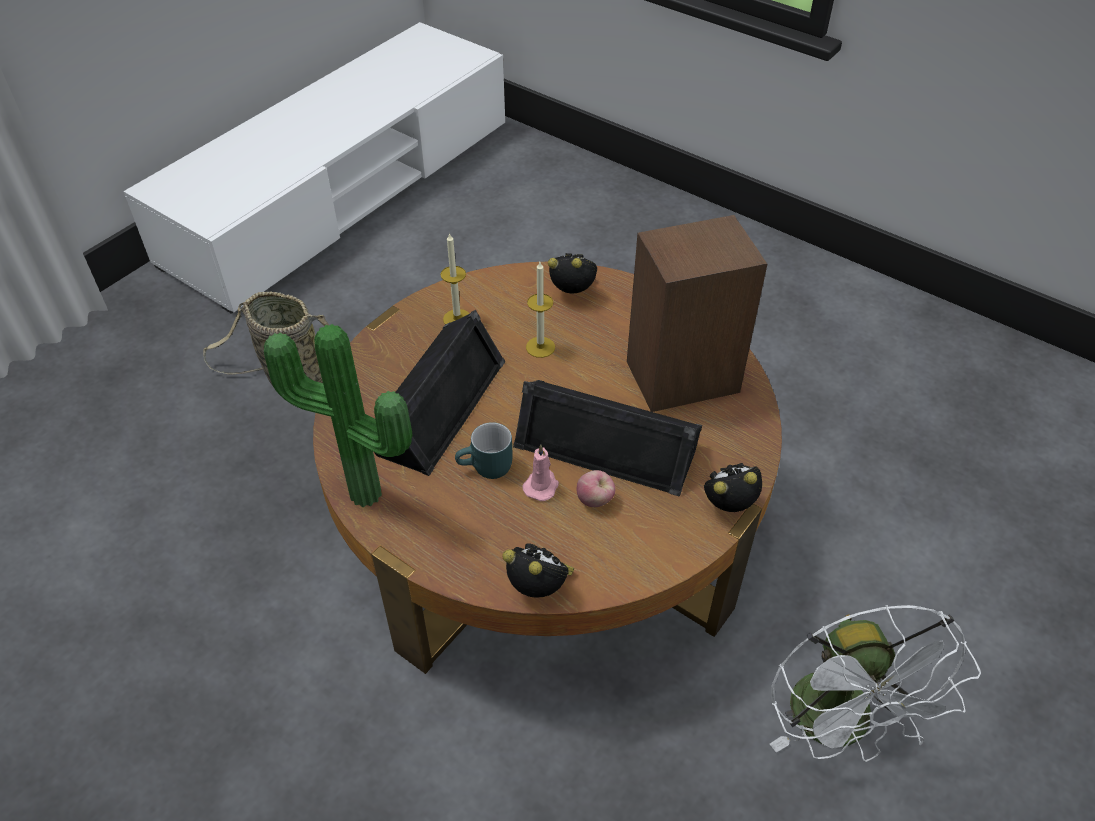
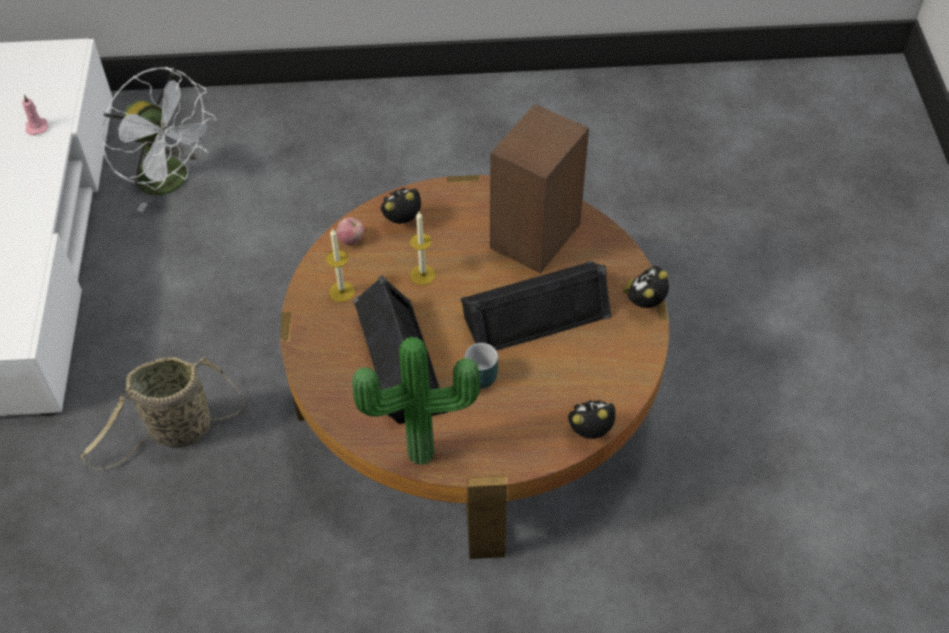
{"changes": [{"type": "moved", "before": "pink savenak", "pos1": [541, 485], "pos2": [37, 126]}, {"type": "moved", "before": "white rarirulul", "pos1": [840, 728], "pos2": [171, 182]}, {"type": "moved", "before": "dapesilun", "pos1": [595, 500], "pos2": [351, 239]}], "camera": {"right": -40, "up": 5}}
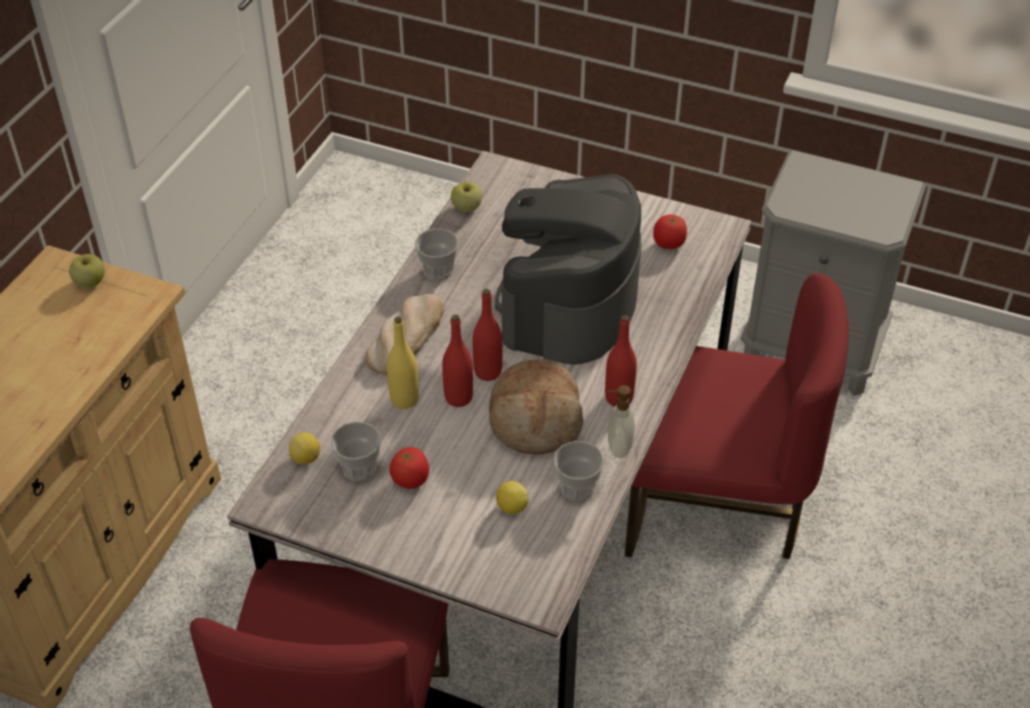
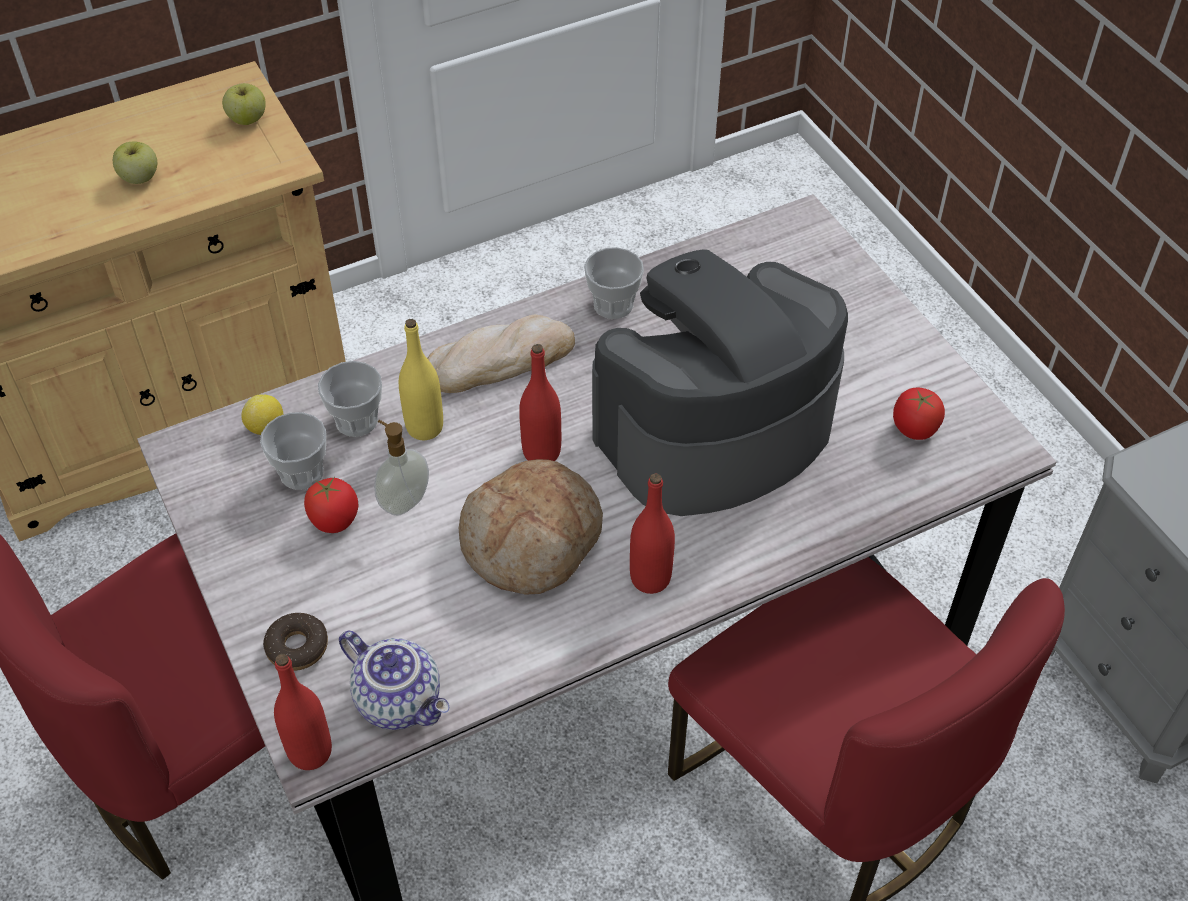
{"changes": [{"type": "moved", "before": "dapesilun", "pos1": [466, 208], "pos2": [139, 178]}, {"type": "added", "after": "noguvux", "pos2": [297, 647]}, {"type": "moved", "before": "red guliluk", "pos1": [458, 397], "pos2": [310, 752]}, {"type": "moved", "before": "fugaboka", "pos1": [577, 488], "pos2": [356, 420]}, {"type": "added", "after": "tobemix", "pos2": [401, 700]}, {"type": "moved", "before": "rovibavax", "pos1": [618, 447], "pos2": [404, 501]}, {"type": "removed", "before": "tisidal", "pos1": [511, 507]}], "camera": {"right": 40, "up": 5}}
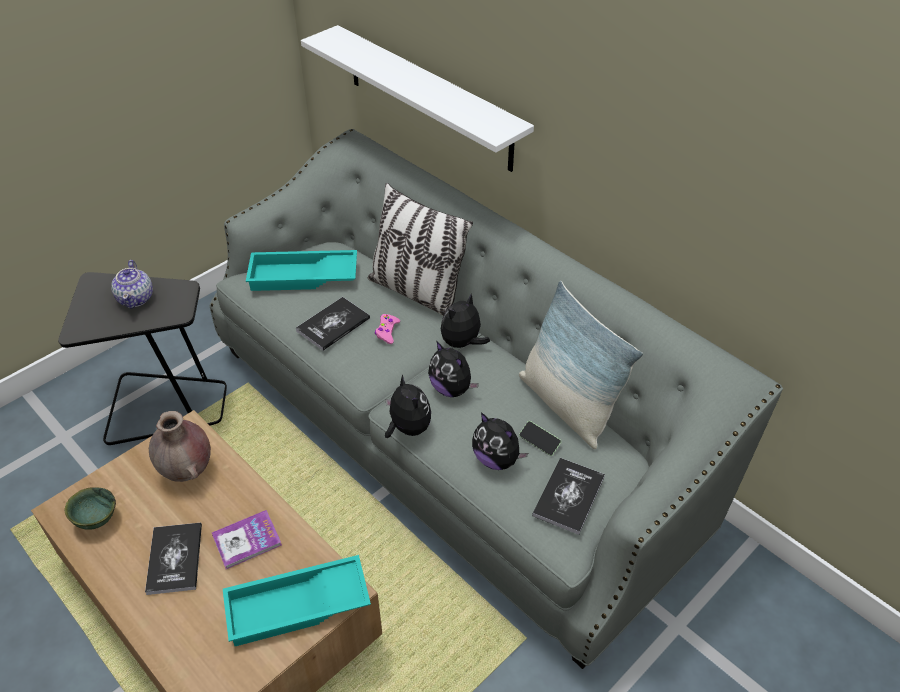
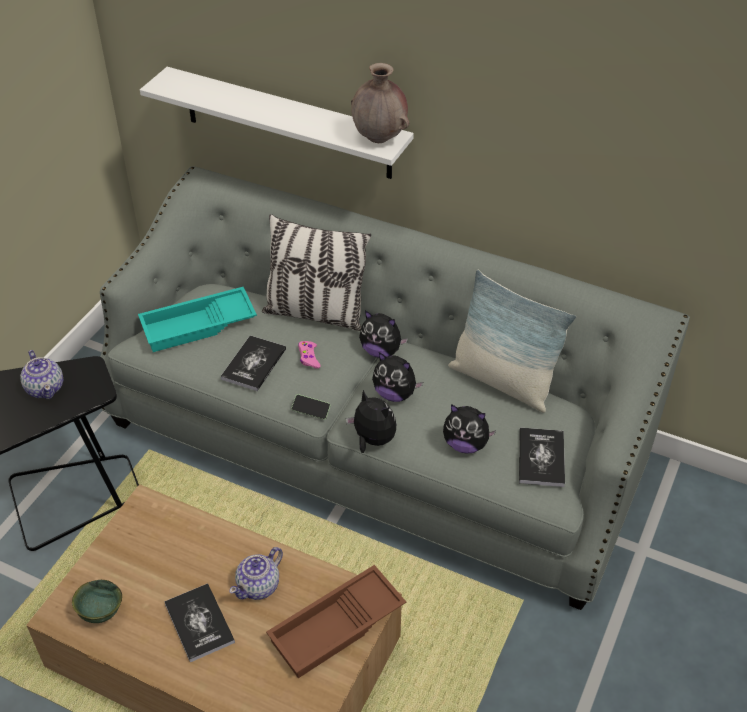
{"changes": [{"type": "replaced", "before": "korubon", "after": "tobemix", "pos1": [247, 540], "pos2": [259, 586]}, {"type": "recoloured", "before": "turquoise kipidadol", "after": "brown kipidadol", "pos1": [297, 608], "pos2": [337, 628]}, {"type": "moved", "before": "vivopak", "pos1": [539, 442], "pos2": [311, 410]}, {"type": "moved", "before": "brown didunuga", "pos1": [188, 471], "pos2": [379, 138]}, {"type": "turned", "before": "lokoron", "pos1": [462, 343], "pos2": [381, 351], "turn": -90}], "camera": {"right": -20, "up": 0}}
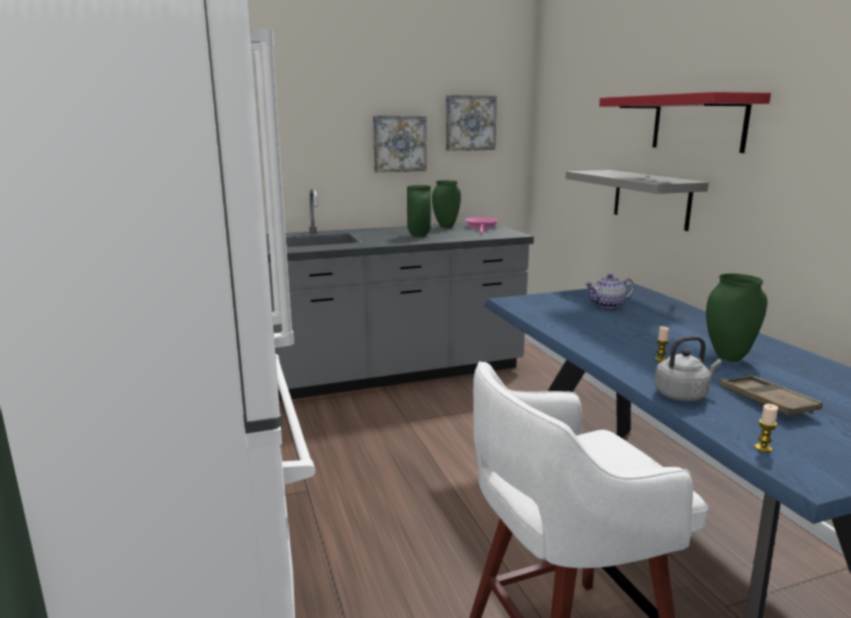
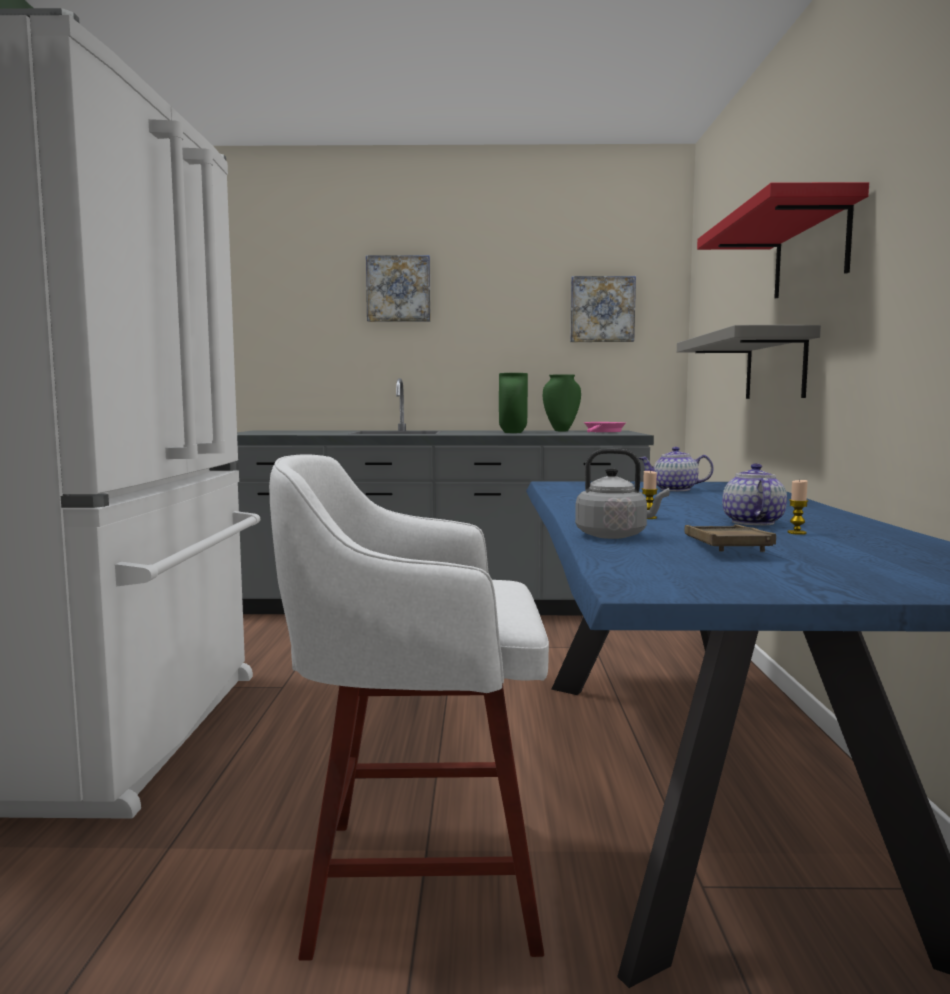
{"changes": [{"type": "moved", "before": "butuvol", "pos1": [399, 143], "pos2": [398, 289]}, {"type": "replaced", "before": "green didunuga", "after": "tobemix", "pos1": [729, 358], "pos2": [751, 522]}, {"type": "moved", "before": "savenak", "pos1": [763, 448], "pos2": [796, 533]}], "camera": {"right": 20, "up": -10}}
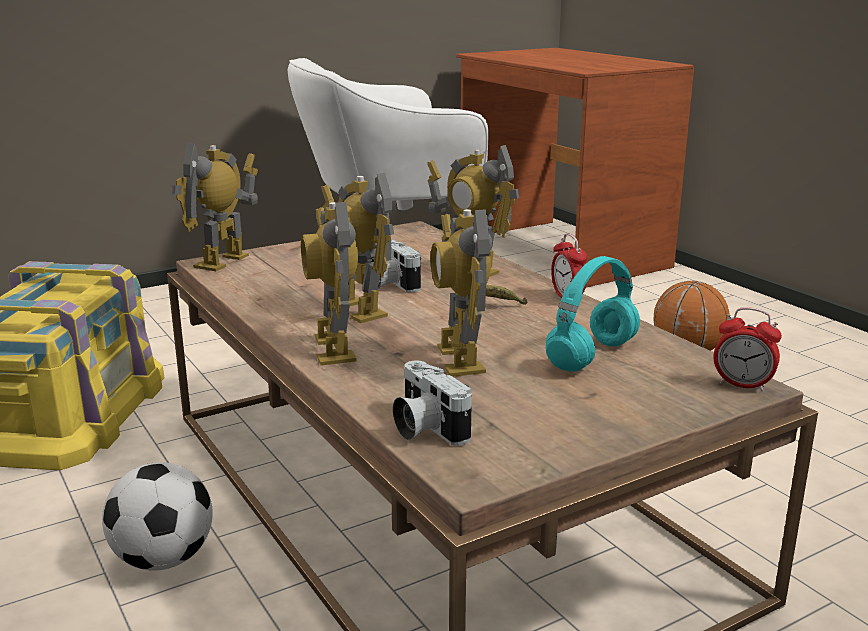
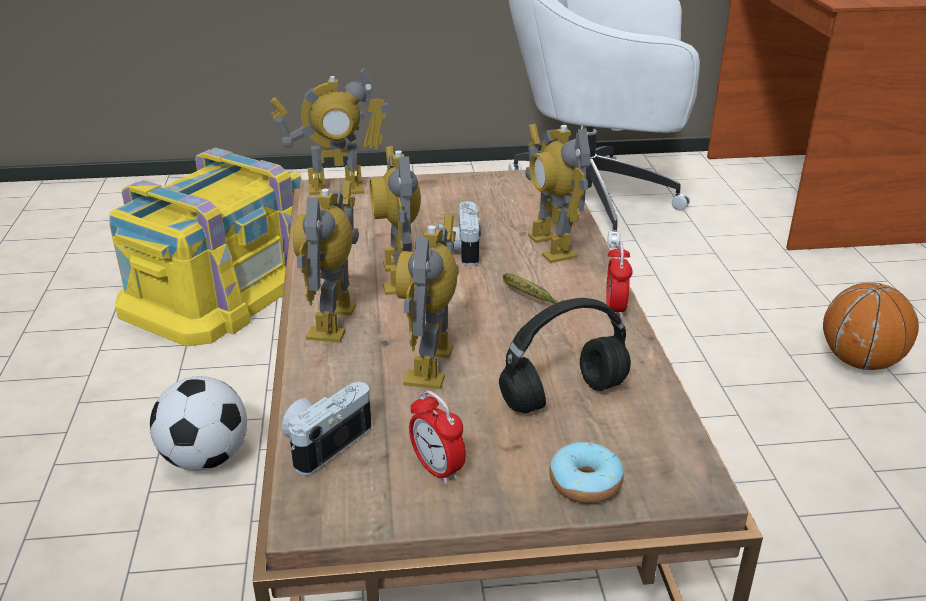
{"changes": [{"type": "turned", "before": "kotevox", "pos1": [223, 262], "pos2": [336, 189], "turn": -150}, {"type": "turned", "before": "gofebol", "pos1": [424, 428], "pos2": [324, 442], "turn": 45}, {"type": "moved", "before": "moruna", "pos1": [742, 385], "pos2": [437, 469]}, {"type": "recoloured", "before": "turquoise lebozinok", "after": "black lebozinok", "pos1": [592, 355], "pos2": [564, 394]}, {"type": "added", "after": "noguvux", "pos2": [585, 483]}], "camera": {"right": 25, "up": 10}}
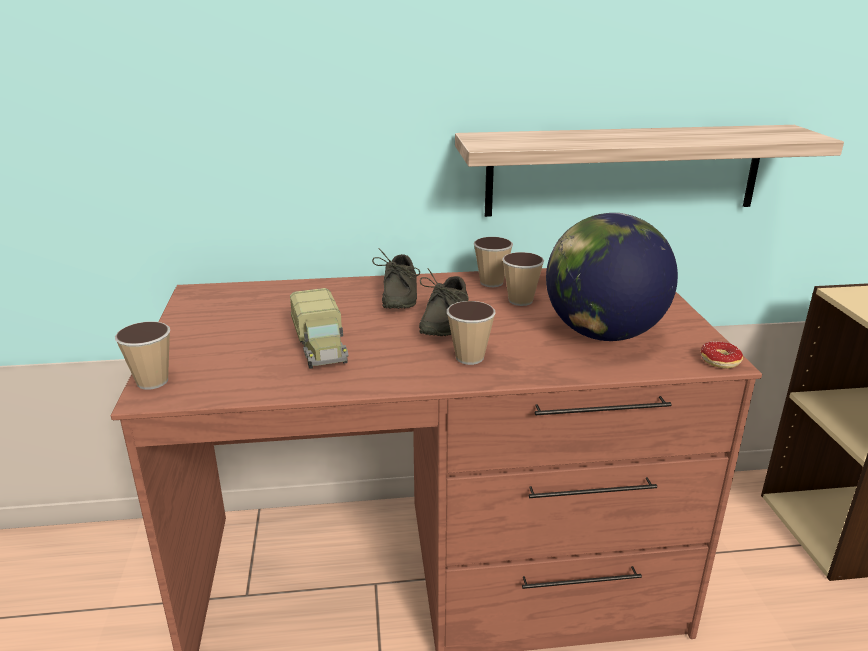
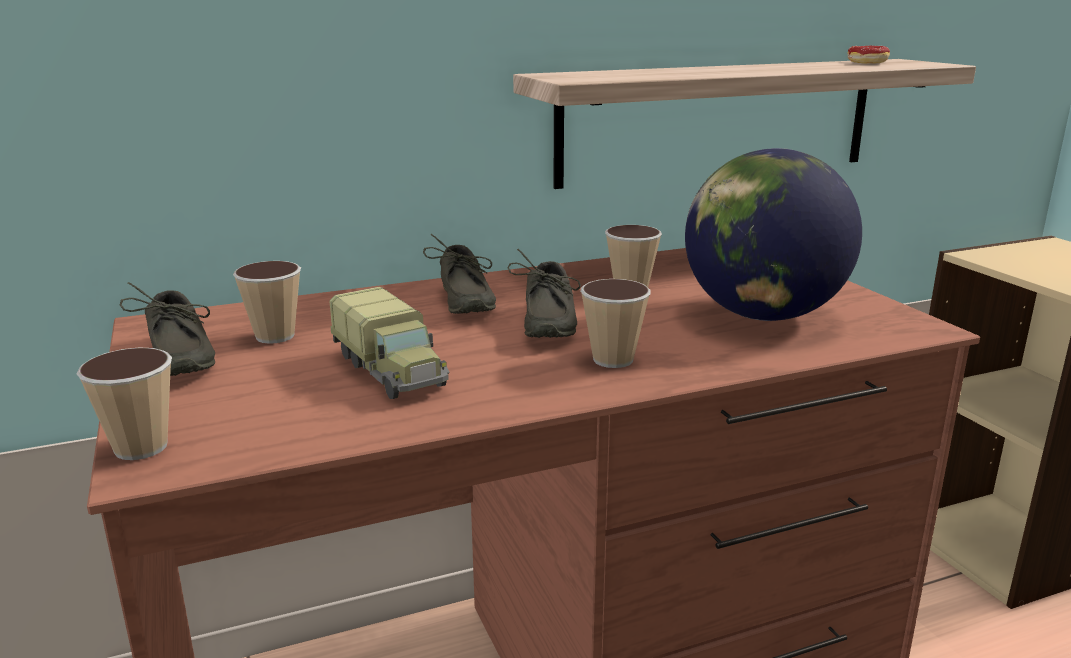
{"changes": [{"type": "added", "after": "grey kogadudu", "pos2": [175, 359]}, {"type": "moved", "before": "fugaboka", "pos1": [491, 282], "pos2": [275, 336]}, {"type": "moved", "before": "noguvux", "pos1": [715, 363], "pos2": [864, 63]}], "camera": {"right": -15, "up": -5}}
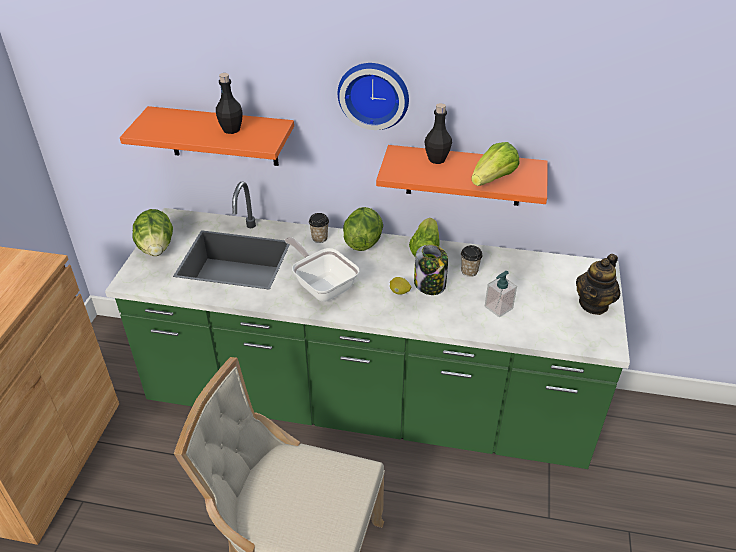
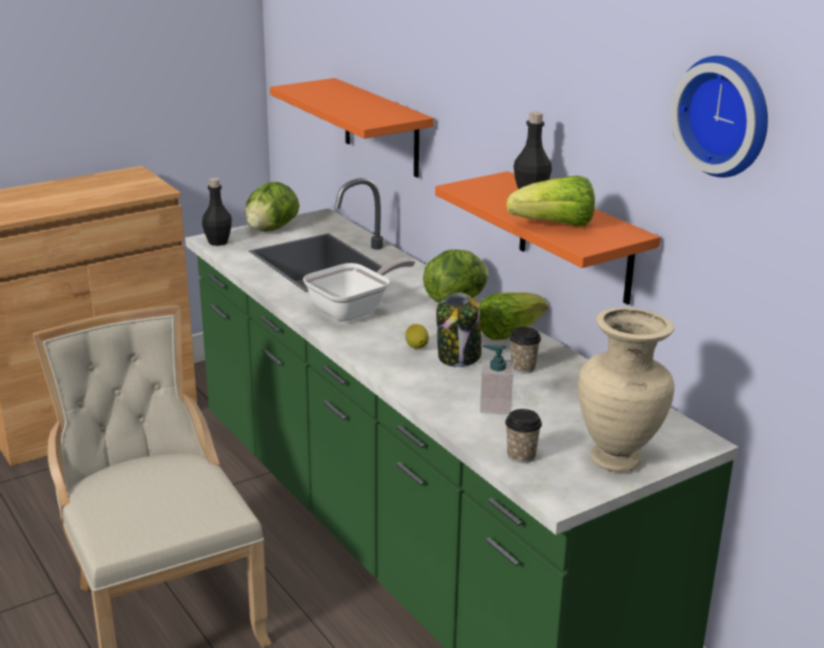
{"changes": [{"type": "moved", "before": "black guliluk", "pos1": [231, 129], "pos2": [218, 242]}, {"type": "turned", "before": "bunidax", "pos1": [322, 286], "pos2": [355, 310], "turn": 45}, {"type": "moved", "before": "fugaboka", "pos1": [319, 238], "pos2": [521, 456]}, {"type": "replaced", "before": "tobemix", "after": "beige didunuga", "pos1": [594, 304], "pos2": [618, 460]}, {"type": "moved", "before": "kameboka", "pos1": [374, 94], "pos2": [726, 115]}], "camera": {"right": 45, "up": -15}}
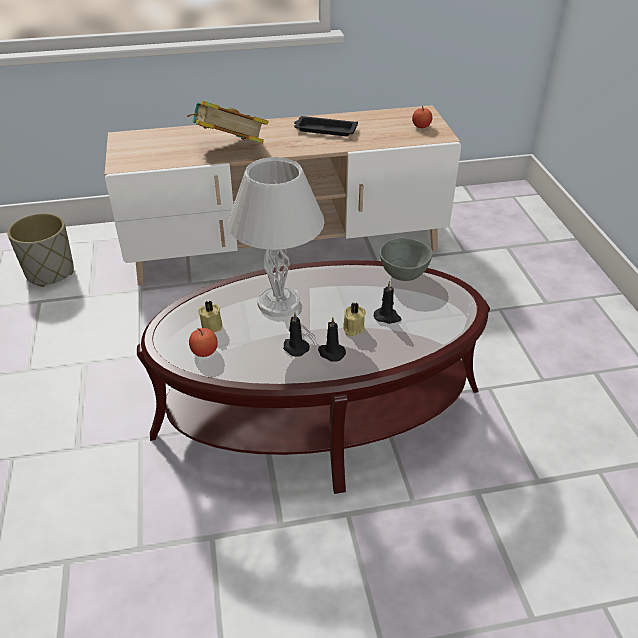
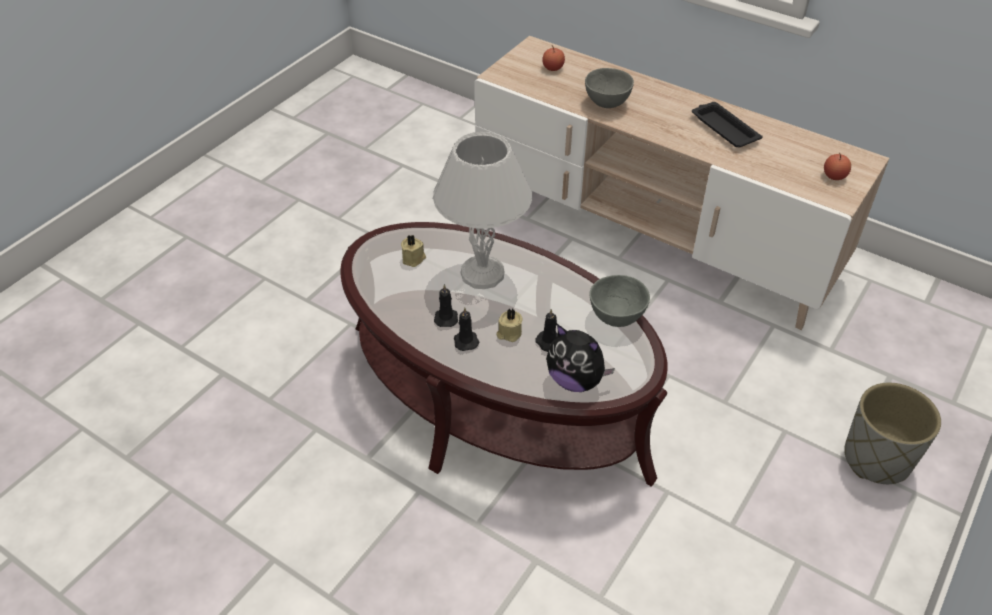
{"changes": [{"type": "moved", "before": "dapesilun", "pos1": [204, 351], "pos2": [553, 68]}, {"type": "added", "after": "lokoron", "pos2": [575, 380]}, {"type": "replaced", "before": "korubon", "after": "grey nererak", "pos1": [229, 148], "pos2": [606, 104]}, {"type": "moved", "before": "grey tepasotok", "pos1": [50, 272], "pos2": [877, 458]}], "camera": {"right": 45, "up": 5}}
